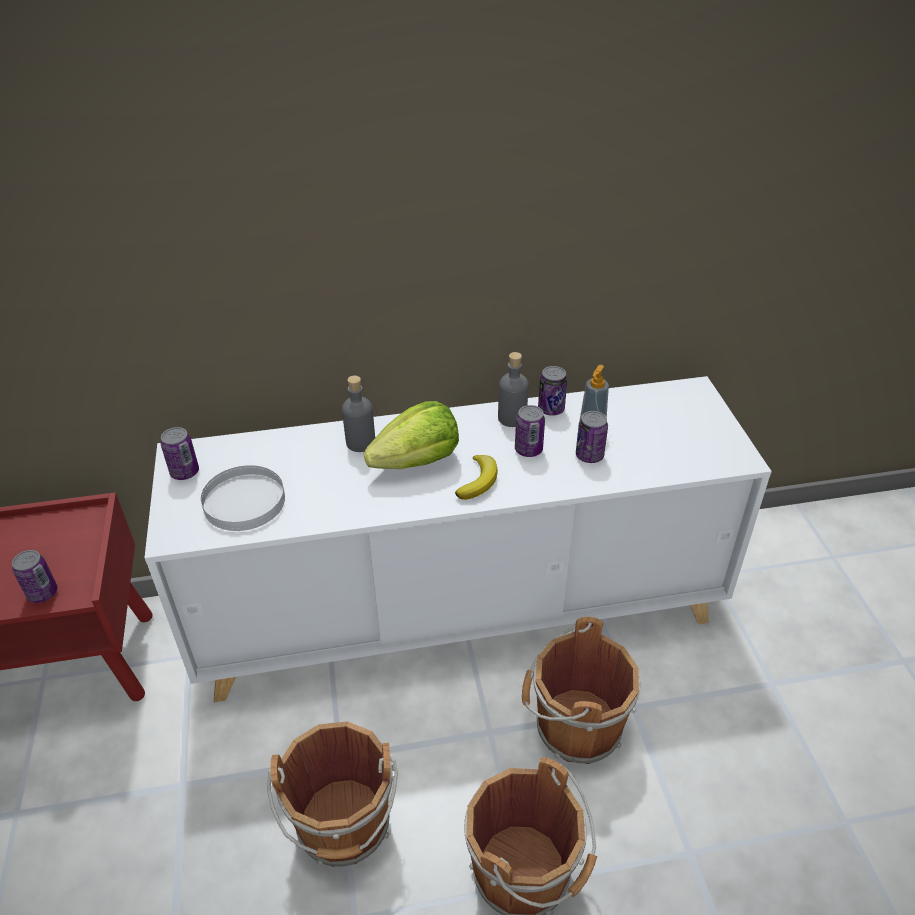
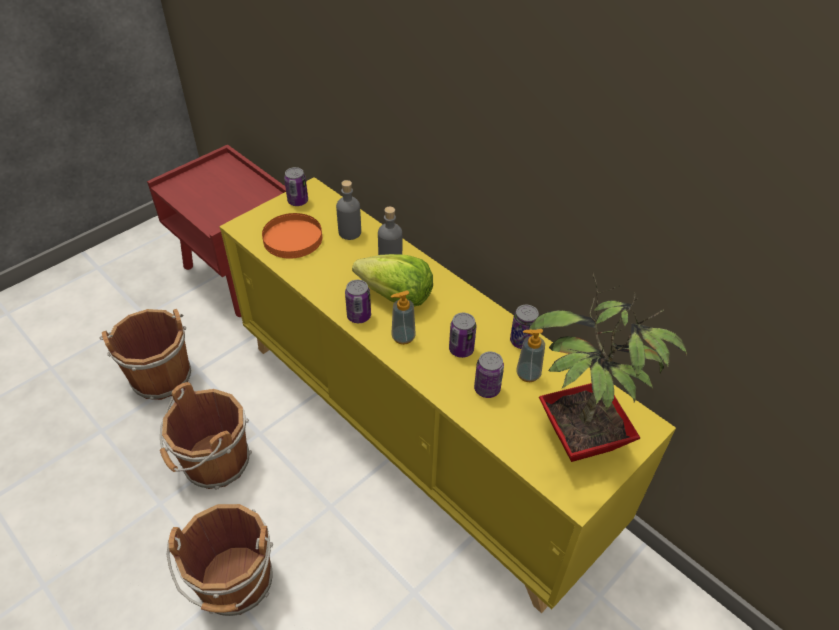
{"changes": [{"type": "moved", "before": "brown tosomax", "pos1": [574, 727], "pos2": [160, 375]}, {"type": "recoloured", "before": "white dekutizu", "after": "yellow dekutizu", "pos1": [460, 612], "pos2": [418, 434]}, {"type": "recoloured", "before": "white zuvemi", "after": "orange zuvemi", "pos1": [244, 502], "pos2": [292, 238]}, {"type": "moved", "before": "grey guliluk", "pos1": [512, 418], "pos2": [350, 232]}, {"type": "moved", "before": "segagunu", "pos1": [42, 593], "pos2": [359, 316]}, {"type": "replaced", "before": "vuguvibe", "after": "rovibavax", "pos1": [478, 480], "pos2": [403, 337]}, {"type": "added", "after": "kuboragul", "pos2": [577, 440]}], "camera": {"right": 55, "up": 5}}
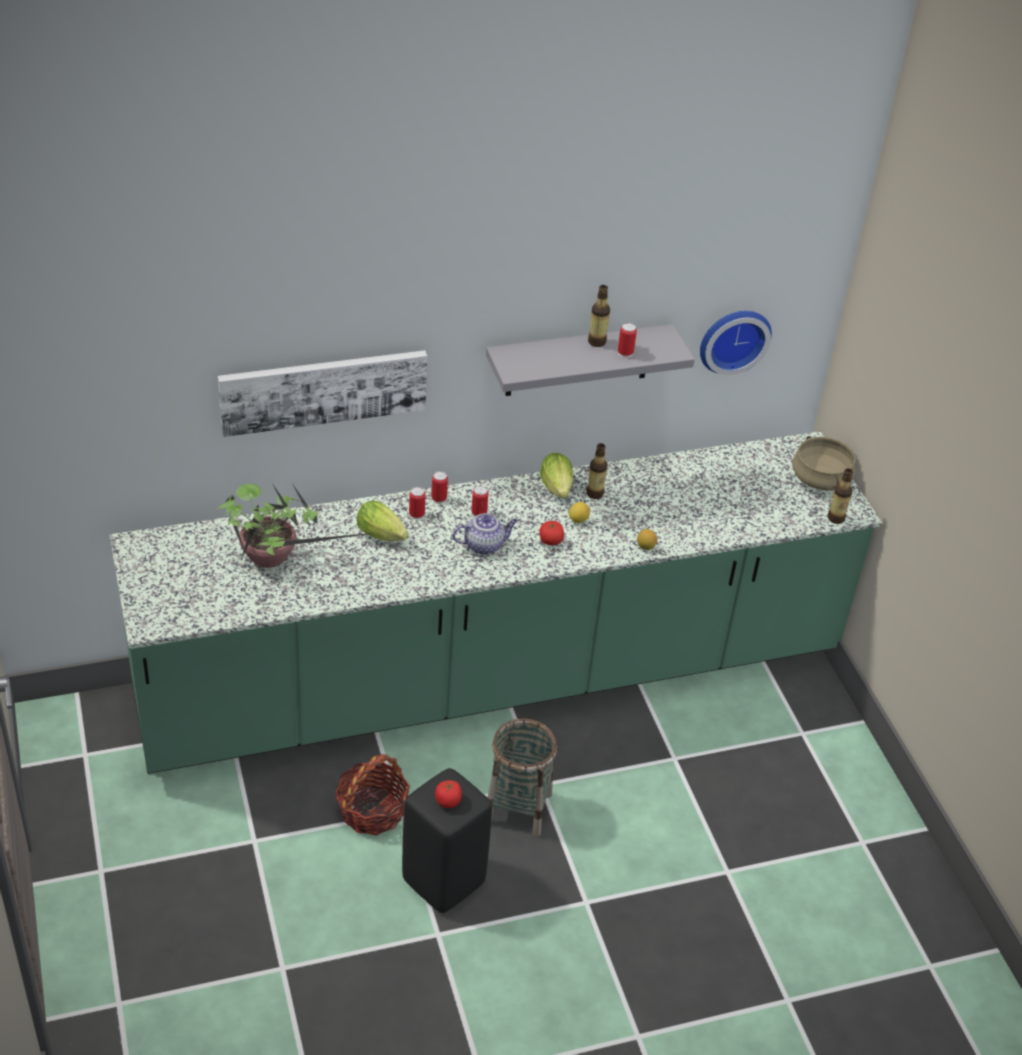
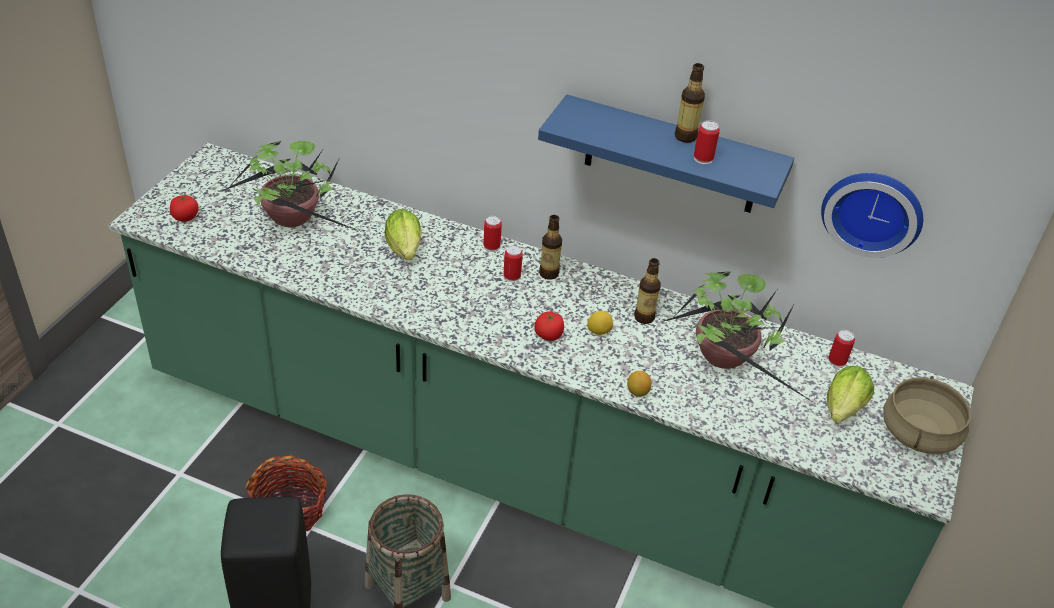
{"changes": [{"type": "moved", "before": "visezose", "pos1": [448, 801], "pos2": [185, 217]}, {"type": "recoloured", "before": "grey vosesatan", "after": "blue vosesatan", "pos1": [578, 360], "pos2": [671, 156]}, {"type": "moved", "before": "guliluk", "pos1": [836, 518], "pos2": [549, 273]}, {"type": "added", "after": "kuboragul", "pos2": [725, 361]}, {"type": "moved", "before": "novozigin", "pos1": [557, 490], "pos2": [842, 411]}, {"type": "moved", "before": "segagunu", "pos1": [416, 514], "pos2": [837, 361]}, {"type": "removed", "before": "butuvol", "pos1": [323, 390]}, {"type": "removed", "before": "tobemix", "pos1": [484, 545]}], "camera": {"right": 40, "up": 0}}
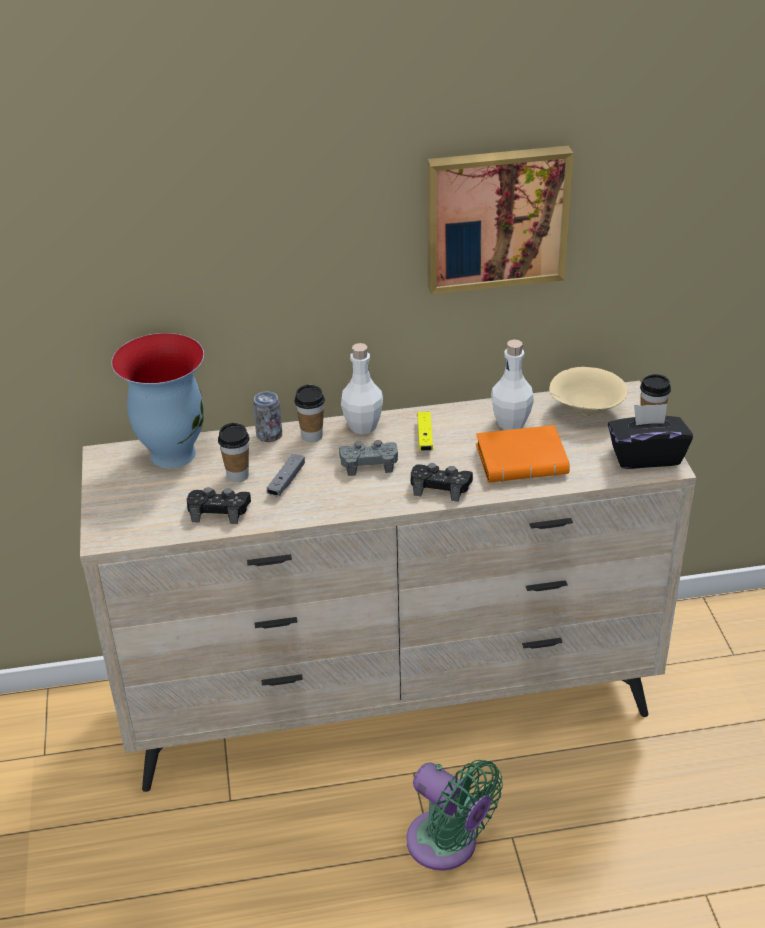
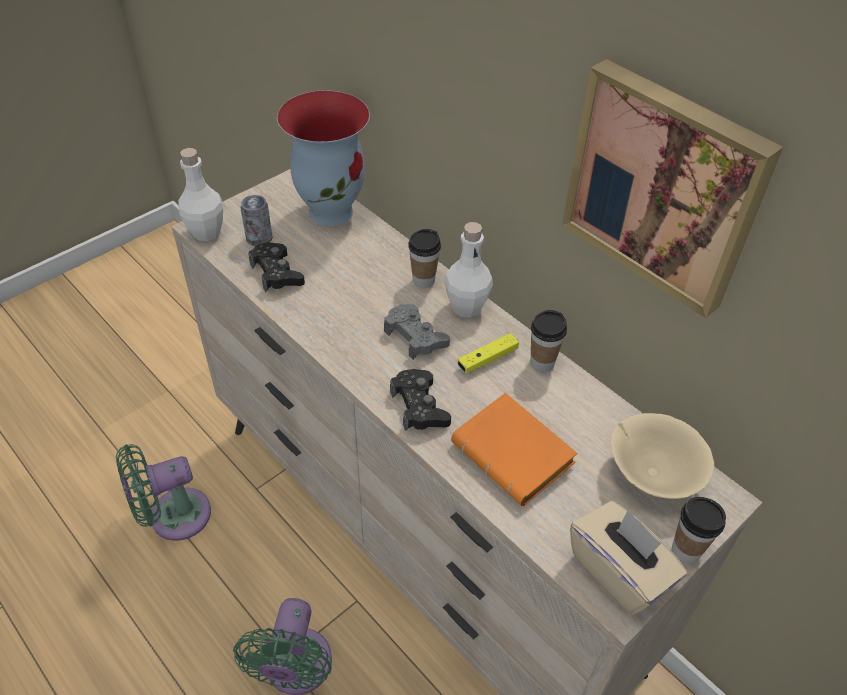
{"changes": [{"type": "added", "after": "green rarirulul", "pos2": [173, 516]}, {"type": "moved", "before": "white guliluk", "pos1": [511, 423], "pos2": [206, 232]}, {"type": "moved", "before": "segagunu", "pos1": [269, 435], "pos2": [259, 239]}, {"type": "moved", "before": "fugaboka", "pos1": [238, 475], "pos2": [542, 363]}, {"type": "recoloured", "before": "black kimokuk", "after": "beige kimokuk", "pos1": [646, 456], "pos2": [619, 571]}, {"type": "removed", "before": "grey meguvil", "pos1": [286, 481]}], "camera": {"right": 55, "up": 10}}
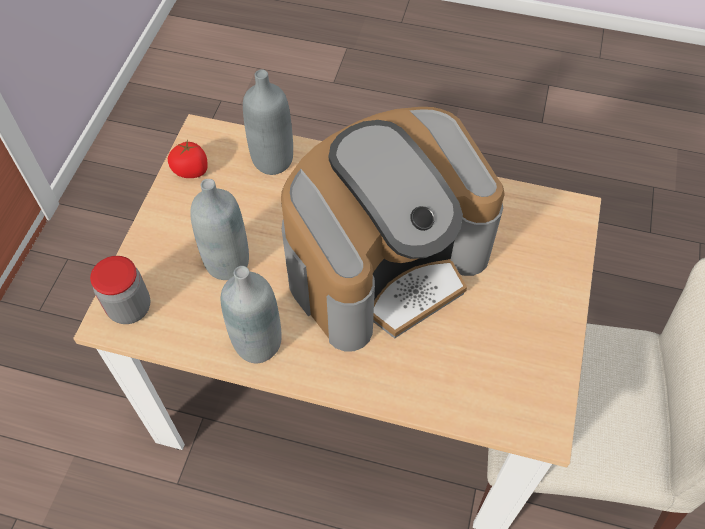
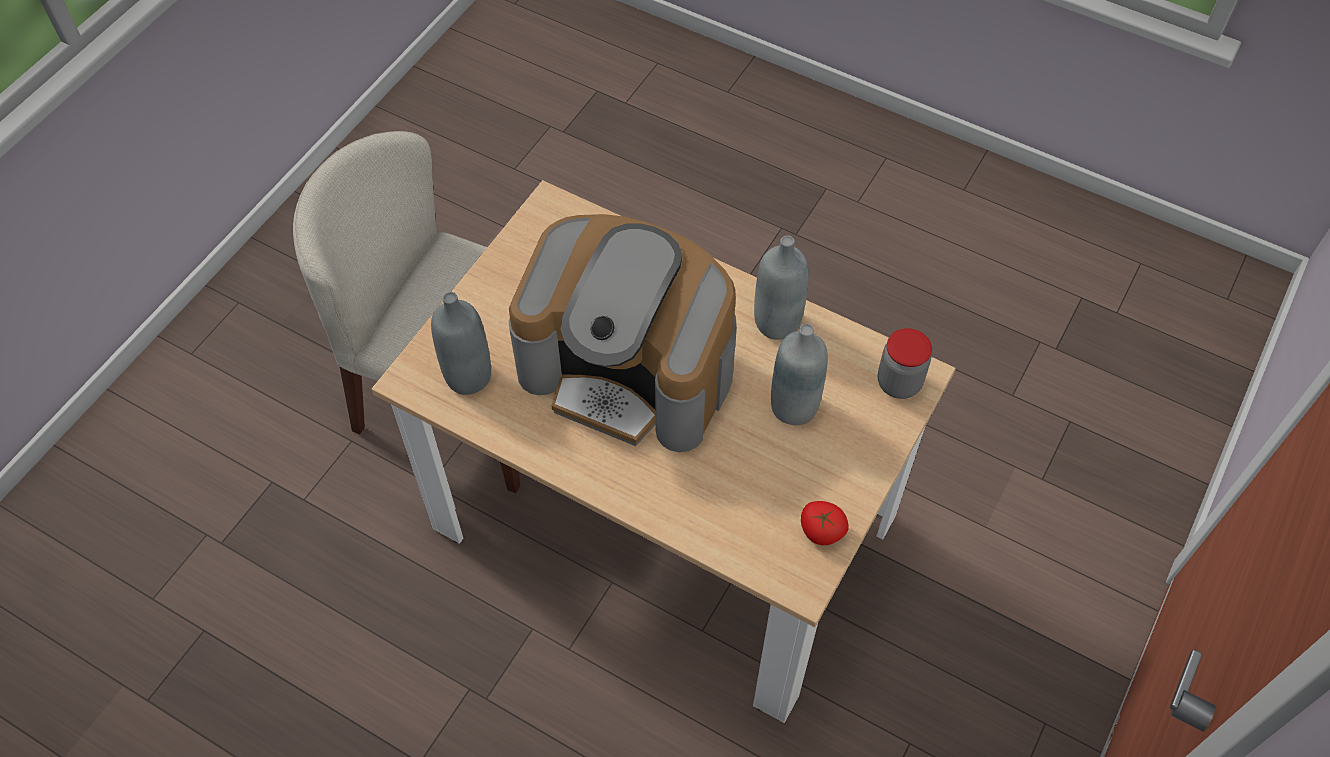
{"changes": [{"type": "moved", "before": "grey guliluk", "pos1": [272, 160], "pos2": [468, 376]}, {"type": "turned", "before": "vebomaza", "pos1": [386, 263], "pos2": [630, 370], "turn": -135}], "camera": {"right": -165, "up": 0}}
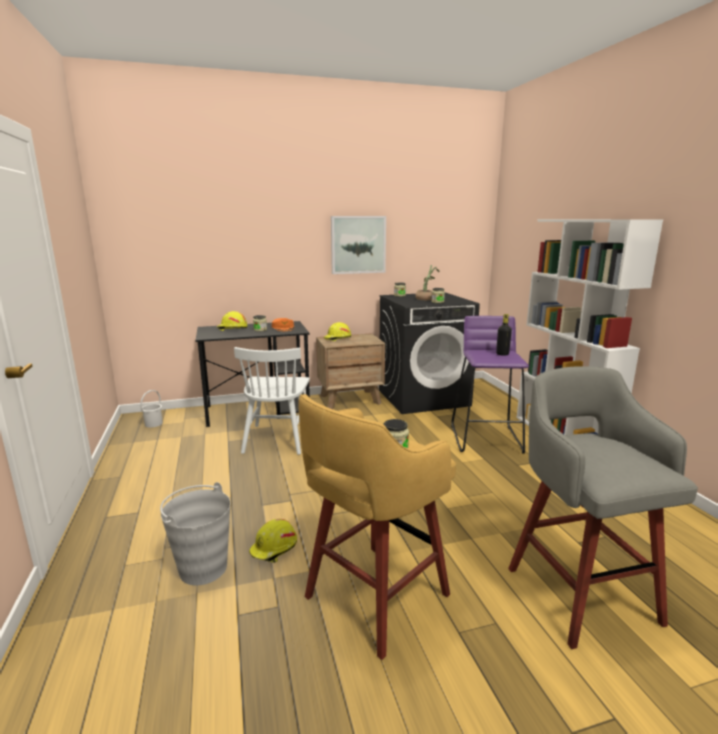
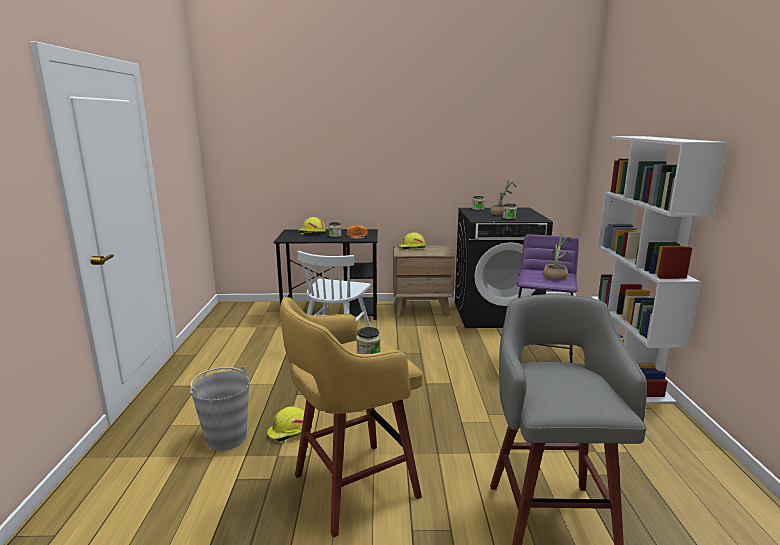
{"changes": [{"type": "replaced", "before": "black guliluk", "after": "kuboragul", "pos1": [502, 354], "pos2": [556, 276]}, {"type": "removed", "before": "white tosomax", "pos1": [154, 424]}, {"type": "removed", "before": "butuvol", "pos1": [358, 244]}], "camera": {"right": 15, "up": 0}}
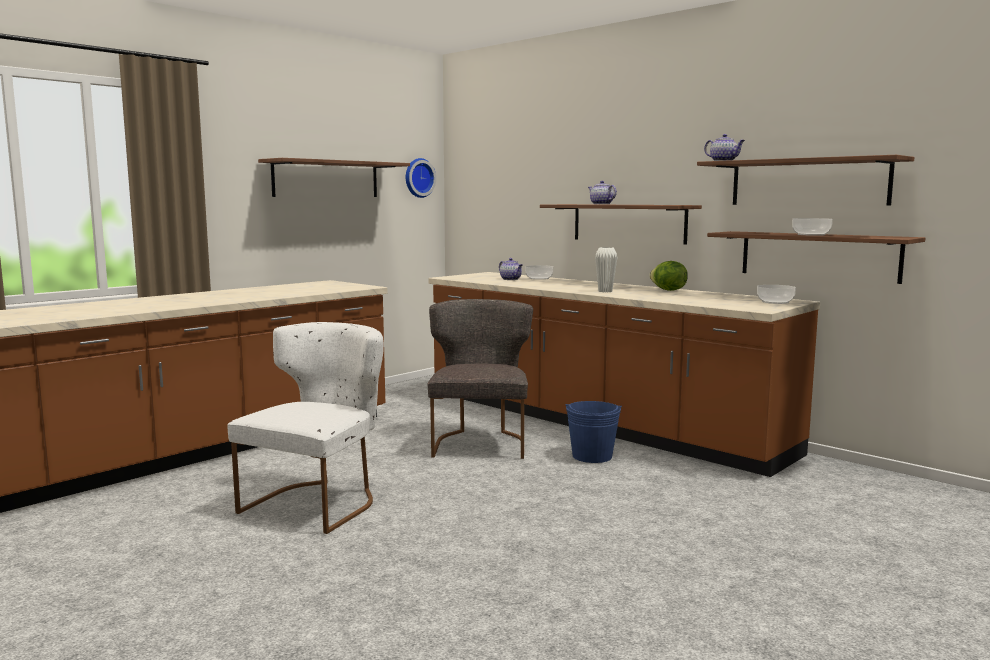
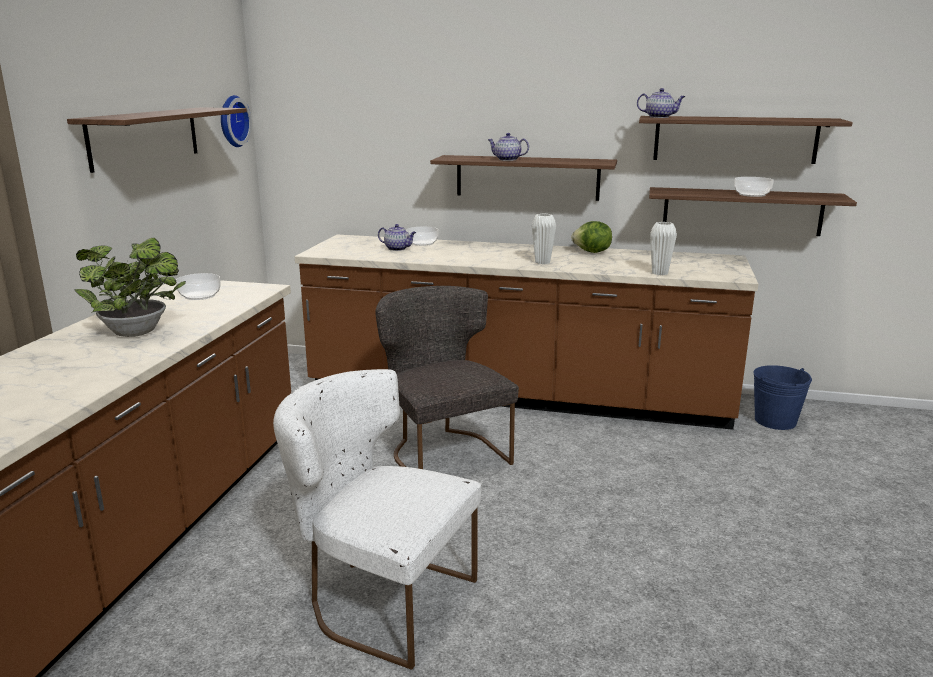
{"changes": [{"type": "added", "after": "kuboragul", "pos2": [139, 333]}, {"type": "moved", "before": "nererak", "pos1": [775, 302], "pos2": [200, 296]}, {"type": "turned", "before": "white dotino", "pos1": [319, 502], "pos2": [381, 600], "turn": -60}, {"type": "added", "after": "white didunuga", "pos2": [660, 273]}, {"type": "moved", "before": "blue tosomax", "pos1": [592, 456], "pos2": [775, 421]}], "camera": {"right": -30, "up": 10}}
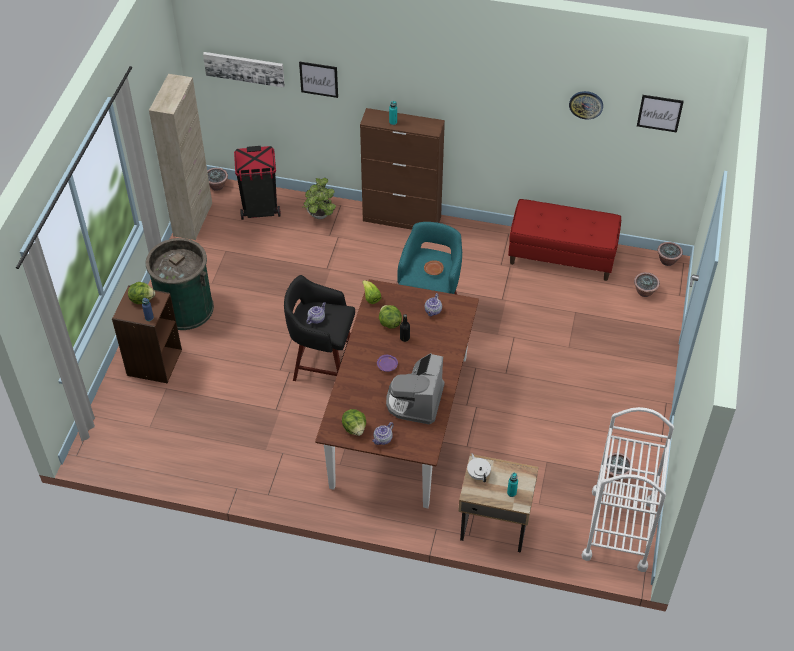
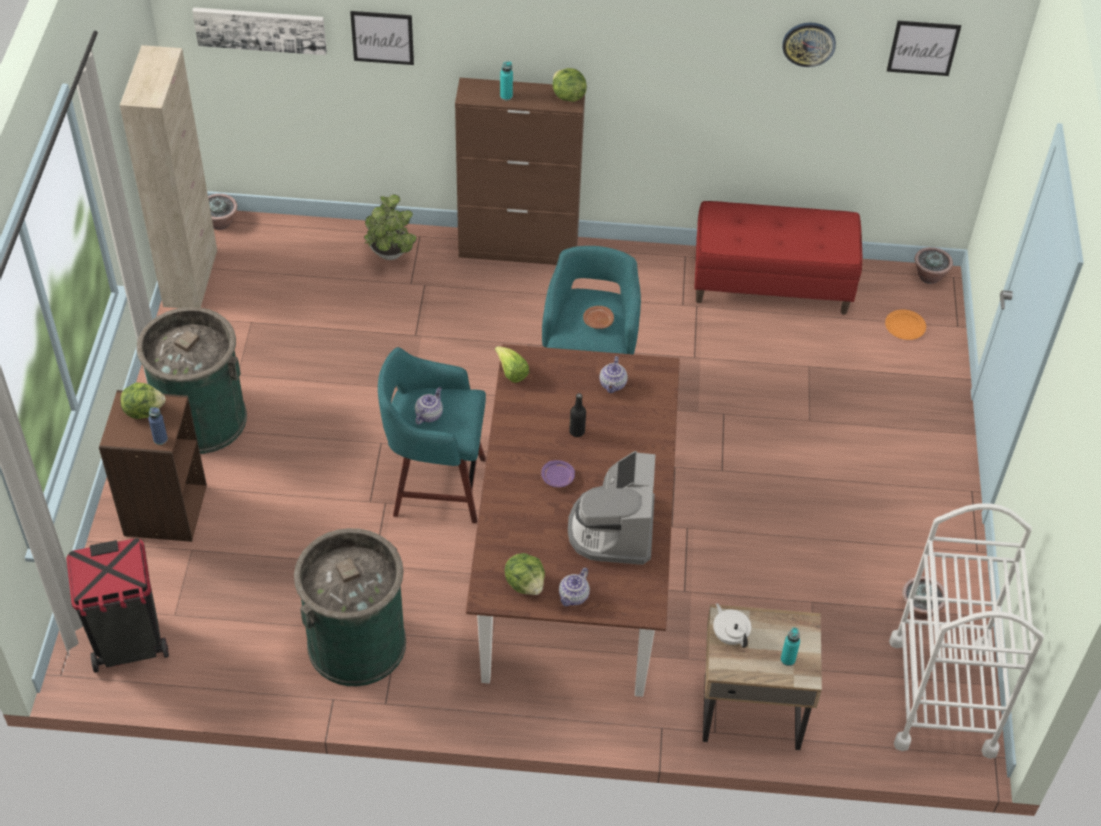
{"changes": [{"type": "moved", "before": "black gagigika", "pos1": [260, 209], "pos2": [129, 644]}, {"type": "added", "after": "green gagigika", "pos2": [356, 643]}, {"type": "recoloured", "before": "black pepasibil", "after": "turquoise pepasibil", "pos1": [322, 364], "pos2": [436, 486]}, {"type": "moved", "before": "novozigin", "pos1": [389, 323], "pos2": [567, 96]}, {"type": "replaced", "before": "kuboragul", "after": "orange zuvemi", "pos1": [644, 292], "pos2": [905, 326]}], "camera": {"right": -10, "up": 0}}
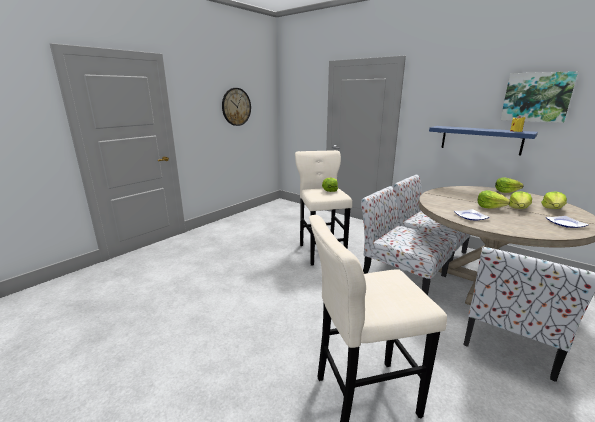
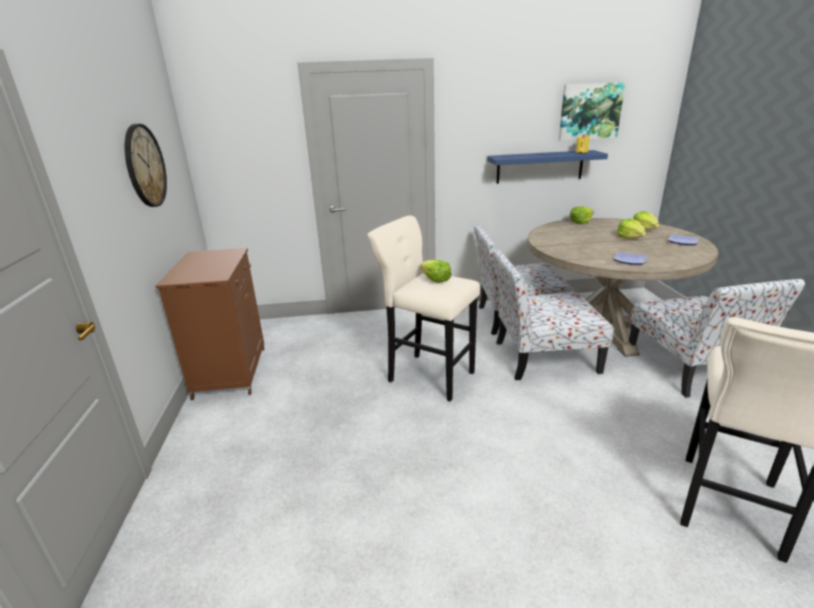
{"changes": [{"type": "added", "after": "brown dekutizu", "pos2": [231, 371]}, {"type": "removed", "before": "novozigin", "pos1": [490, 207]}], "camera": {"right": -45, "up": 5}}
